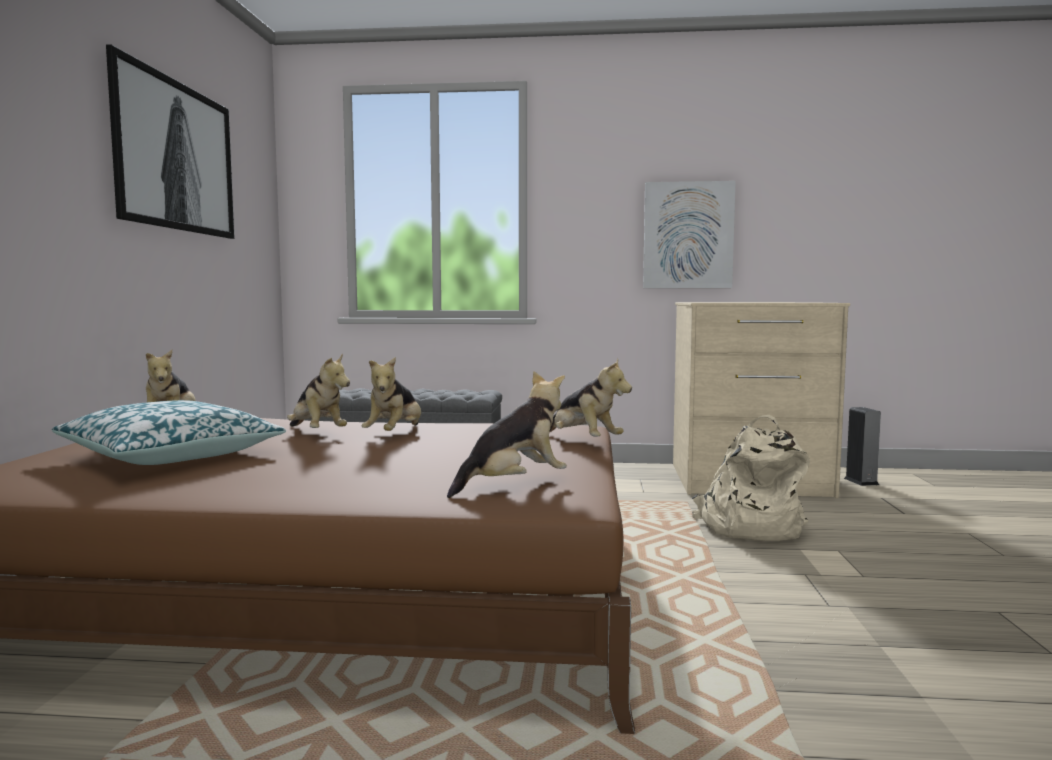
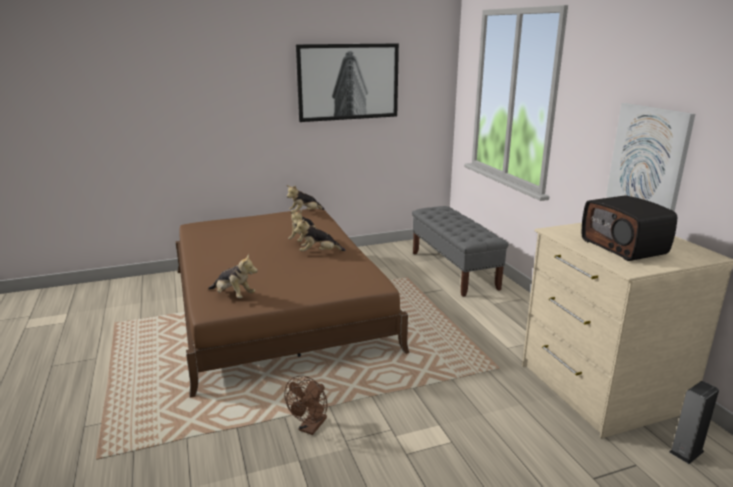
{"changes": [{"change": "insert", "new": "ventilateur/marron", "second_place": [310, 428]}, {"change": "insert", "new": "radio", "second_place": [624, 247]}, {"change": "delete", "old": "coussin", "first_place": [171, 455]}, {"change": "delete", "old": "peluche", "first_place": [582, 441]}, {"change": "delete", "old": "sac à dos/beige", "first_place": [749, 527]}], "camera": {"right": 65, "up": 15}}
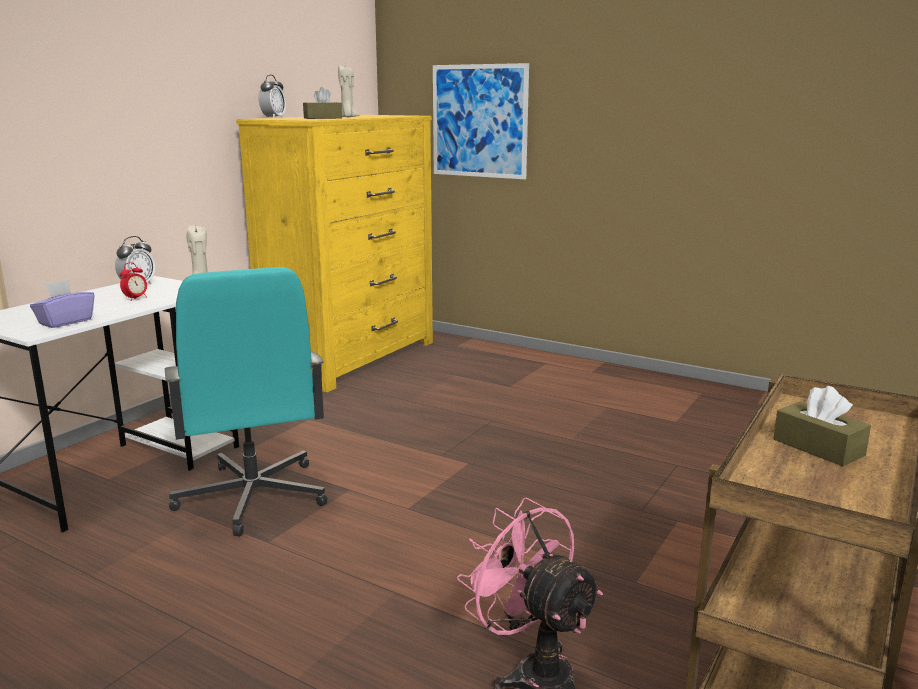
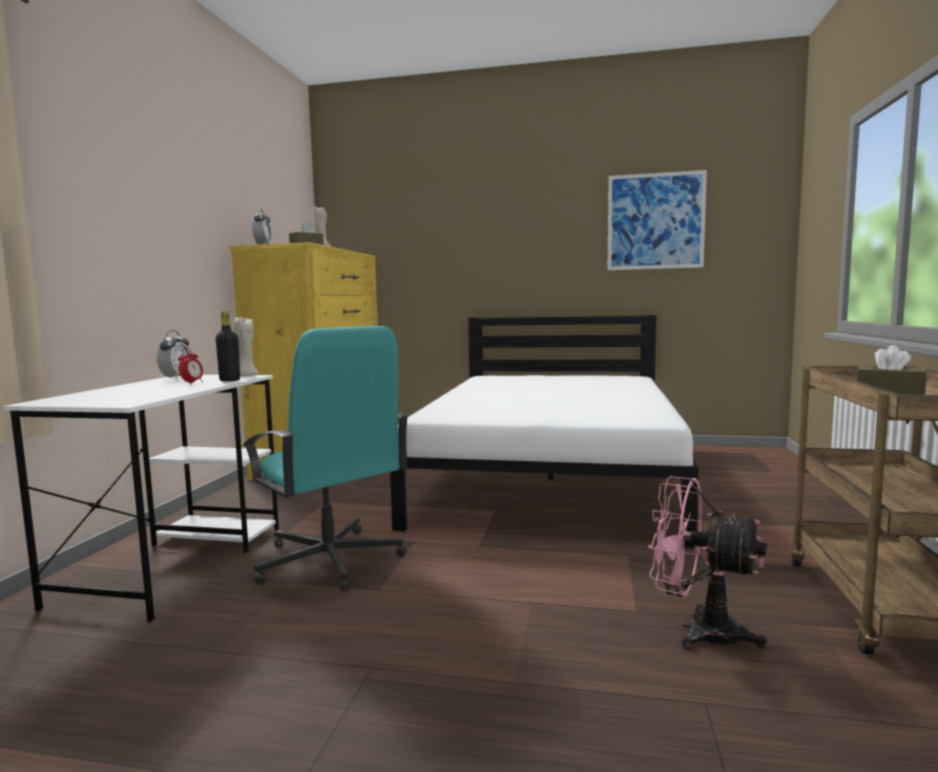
{"changes": [{"change": "insert", "new": "bouteille/noir", "second_place": [229, 380]}, {"change": "insert", "new": "lit/blanc", "second_place": [551, 478]}, {"change": "move", "old": "tableau", "first_place": [479, 121], "second_place": [655, 221]}, {"change": "delete", "old": "boîte à mouchoirs/violet", "first_place": [65, 322]}], "camera": {"right": -20, "up": -10}}
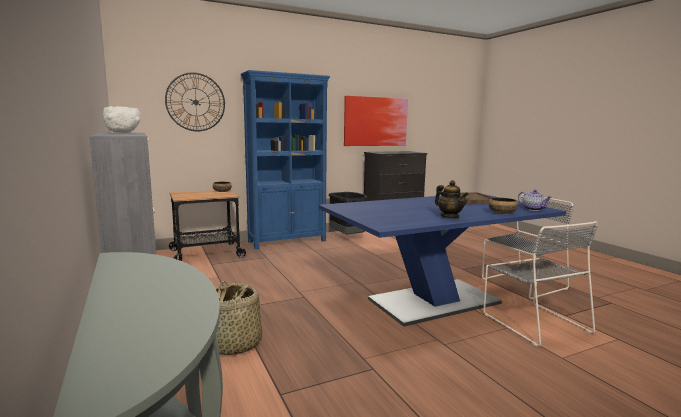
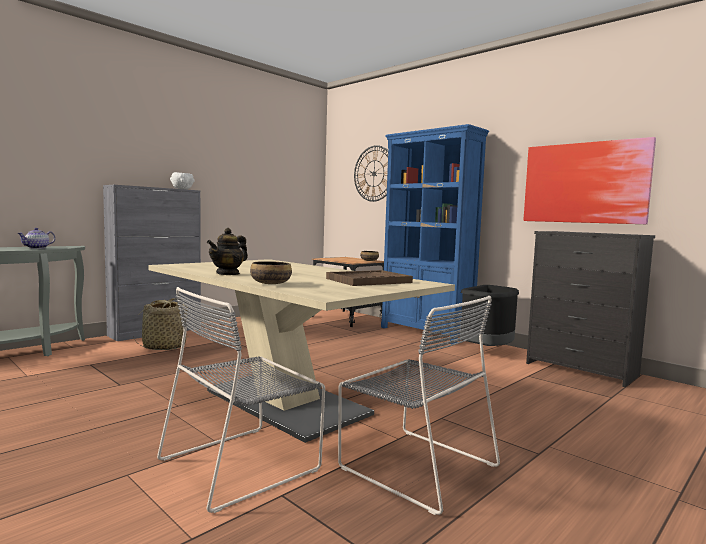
{"changes": [{"change": "move", "old": "théière", "first_place": [533, 209], "second_place": [37, 248]}, {"change": "recolor", "old": "table à manger/bleu", "new": "table à manger/beige", "first_place": [434, 301], "second_place": [286, 402]}], "camera": {"right": 70, "up": -5}}
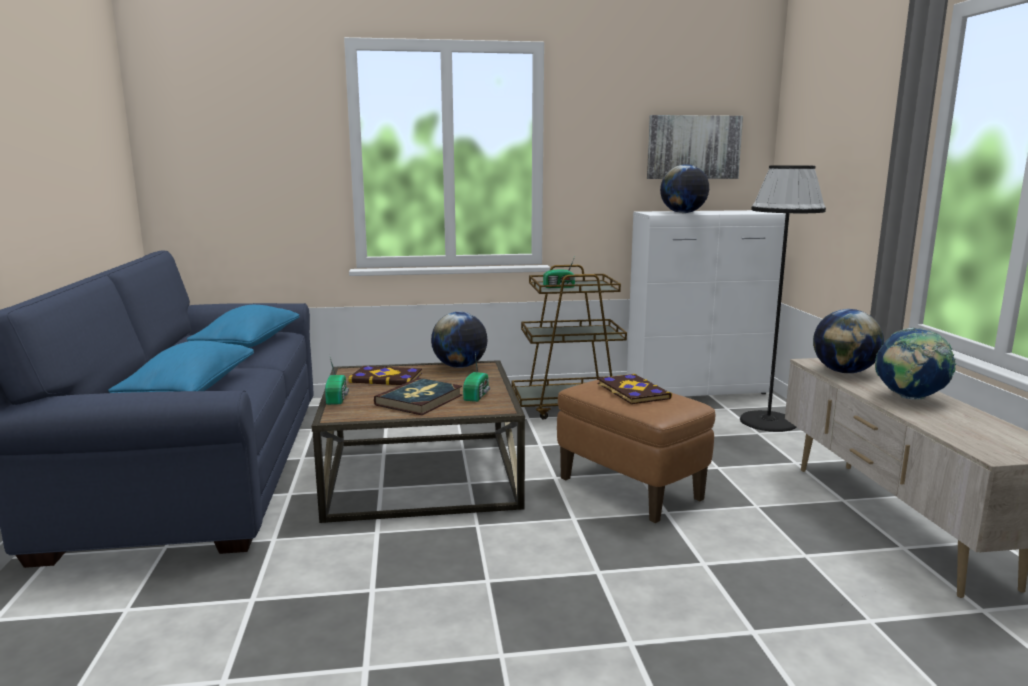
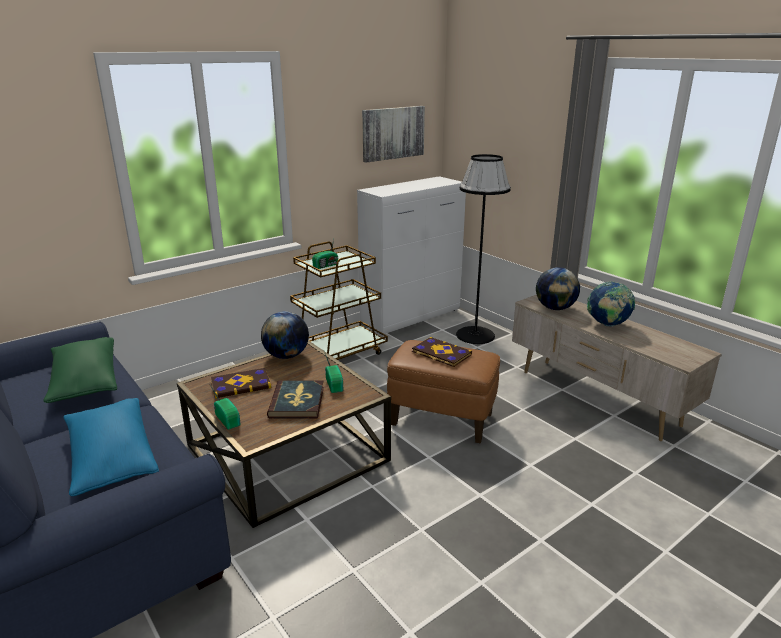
{"changes": [{"change": "recolor", "old": "coussin/bleu", "new": "coussin/vert", "first_place": [248, 344], "second_place": [85, 382]}, {"change": "delete", "old": "globe", "first_place": [683, 213]}], "camera": {"right": -30, "up": 10}}
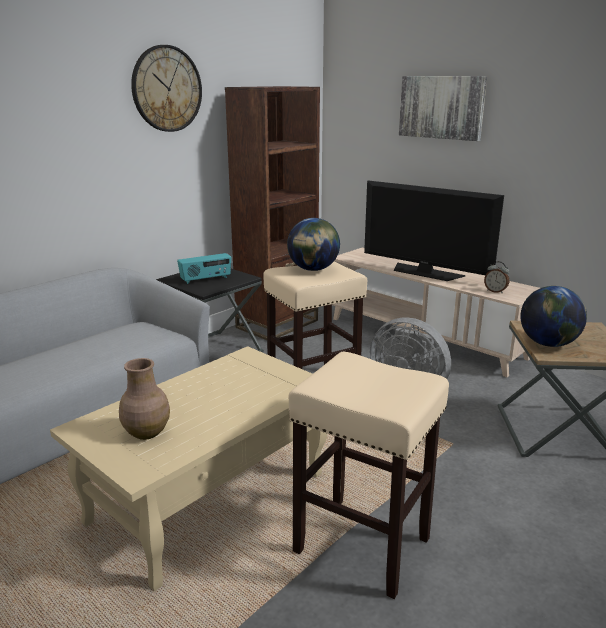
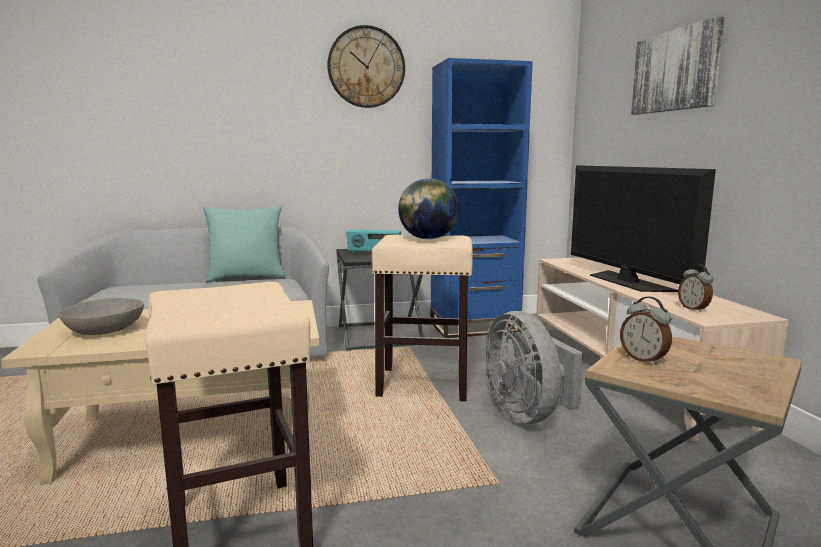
{"changes": [{"change": "replace", "old": "vase/marron", "new": "bol/gris", "first_place": [146, 433], "second_place": [105, 330]}, {"change": "insert", "new": "coussin/turquoise", "second_place": [246, 278]}, {"change": "recolor", "old": "bibliothèque/marron", "new": "bibliothèque/bleu", "first_place": [277, 324], "second_place": [474, 327]}, {"change": "replace", "old": "globe", "new": "réveil", "first_place": [548, 343], "second_place": [644, 359]}], "camera": {"right": 35, "up": -10}}
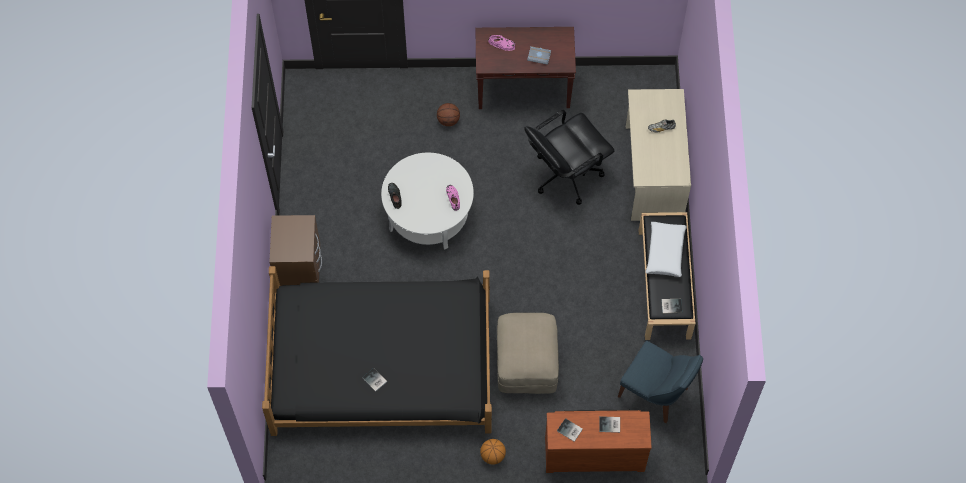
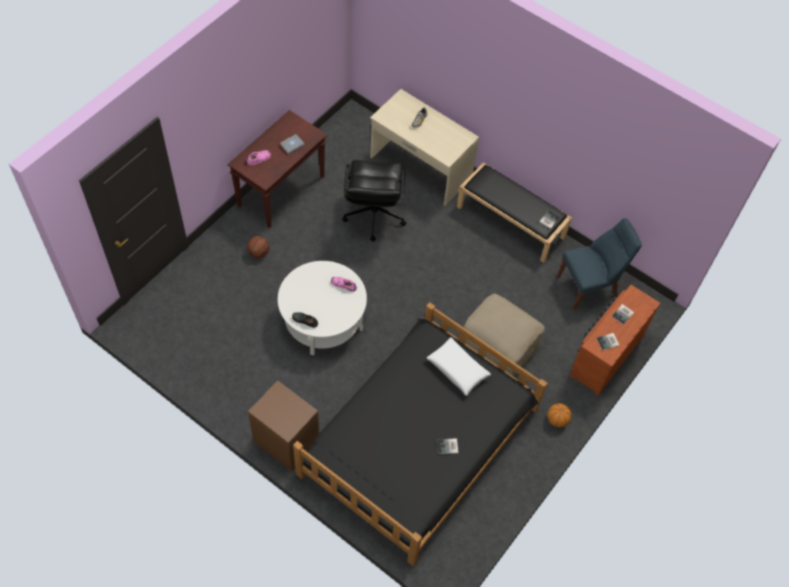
{"changes": [{"change": "move", "old": "coussin/blanc", "first_place": [665, 252], "second_place": [458, 369]}], "camera": {"right": -55, "up": -5}}
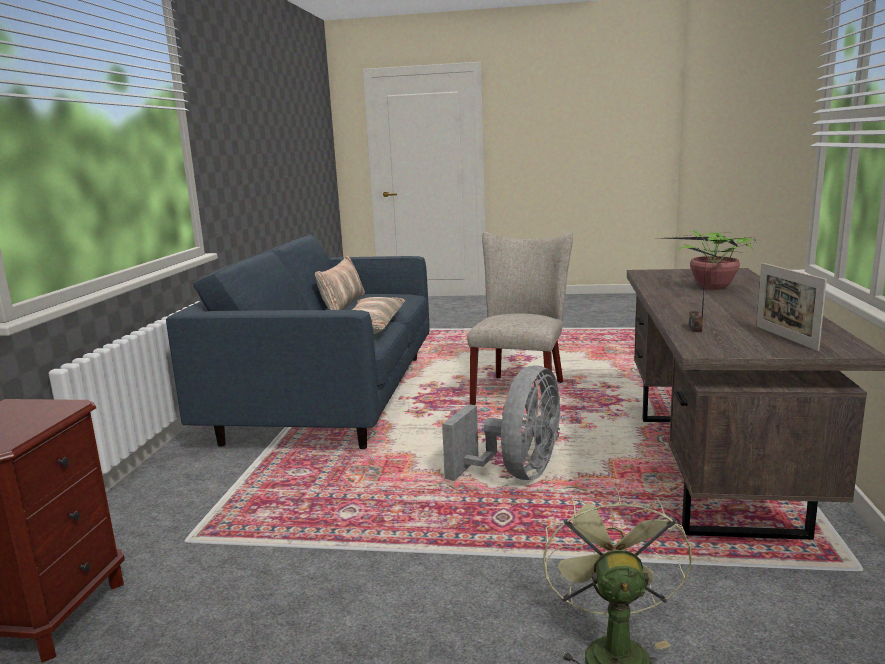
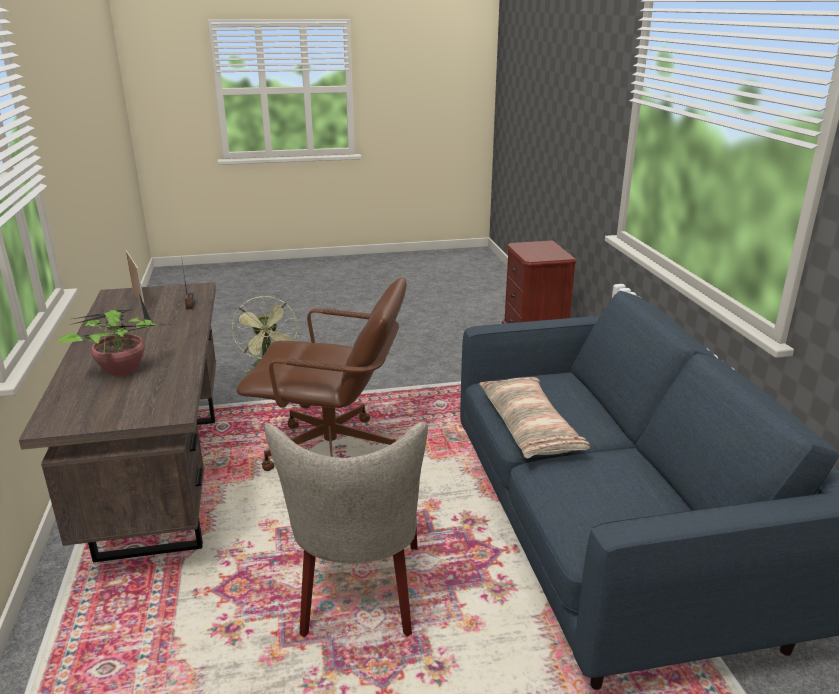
{"changes": [{"change": "replace", "old": "ventilateur/gris", "new": "chaise de bureau/marron", "first_place": [516, 473], "second_place": [333, 453]}, {"change": "delete", "old": "coussin", "first_place": [342, 304]}], "camera": {"right": 160, "up": 10}}
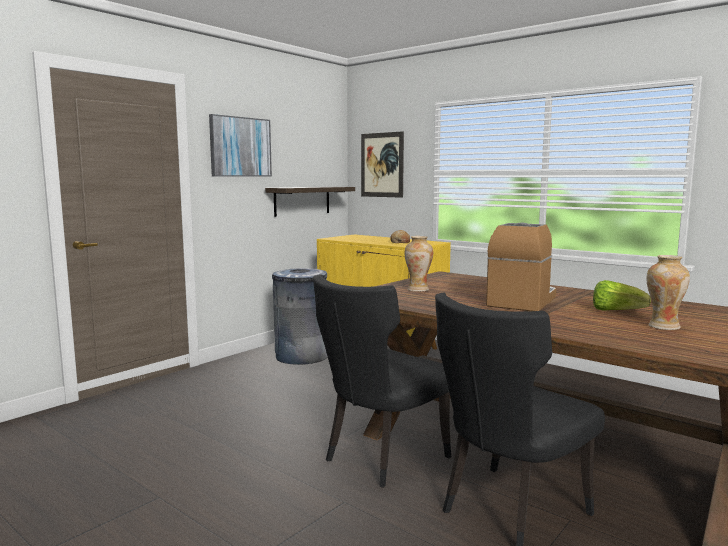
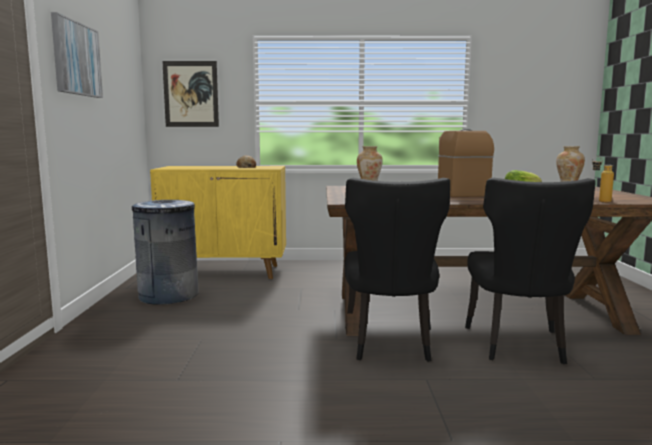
{"changes": [{"change": "insert", "new": "bouteille", "second_place": [599, 201]}, {"change": "delete", "old": "étagère", "first_place": [302, 200]}], "camera": {"right": -40, "up": 0}}
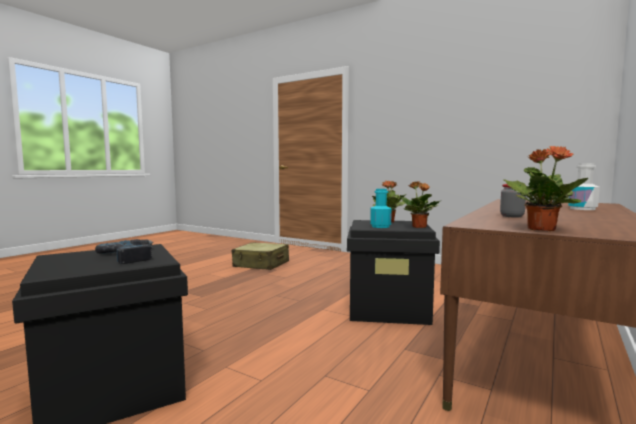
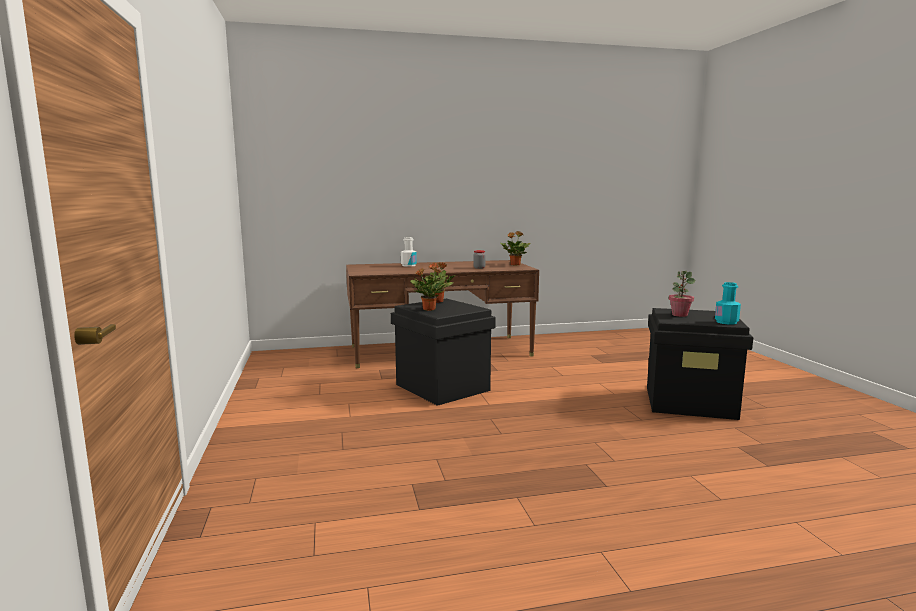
{"changes": [{"change": "replace", "old": "perceuse", "new": "plante en pot", "first_place": [133, 256], "second_place": [679, 315]}, {"change": "move", "old": "bouteille/turquoise", "first_place": [380, 226], "second_place": [726, 322]}, {"change": "delete", "old": "valise/beige", "first_place": [261, 264]}], "camera": {"right": -135, "up": 5}}
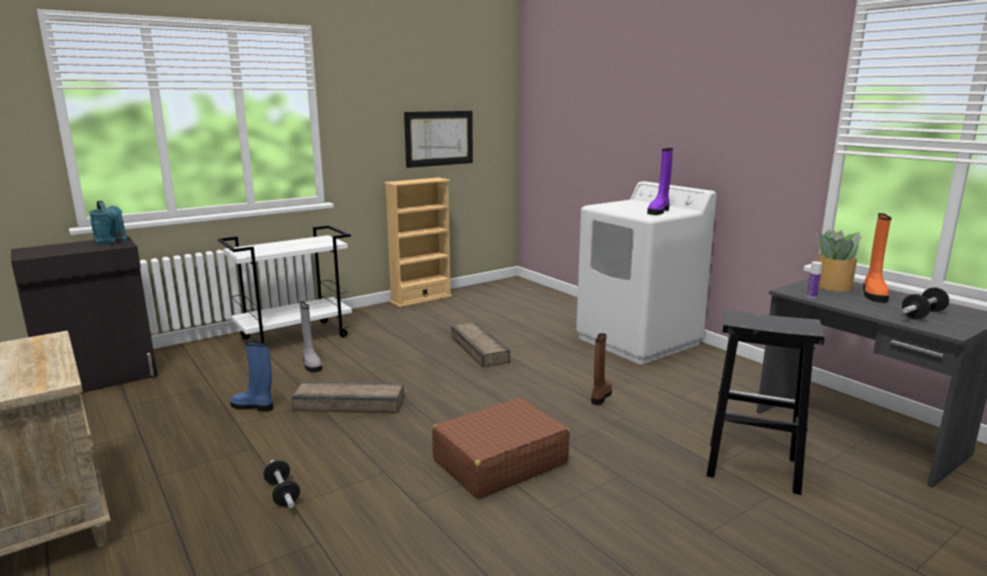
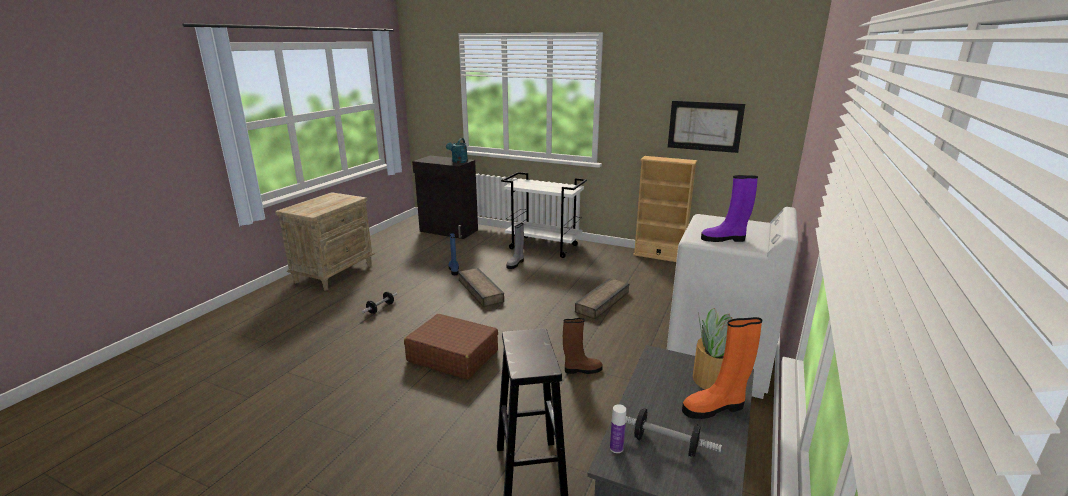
{"changes": [{"change": "move", "old": "bouteille", "first_place": [811, 296], "second_place": [616, 448]}], "camera": {"right": 60, "up": 5}}
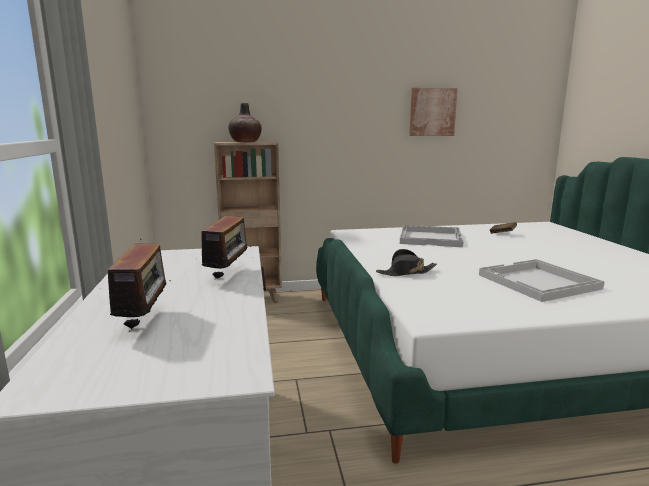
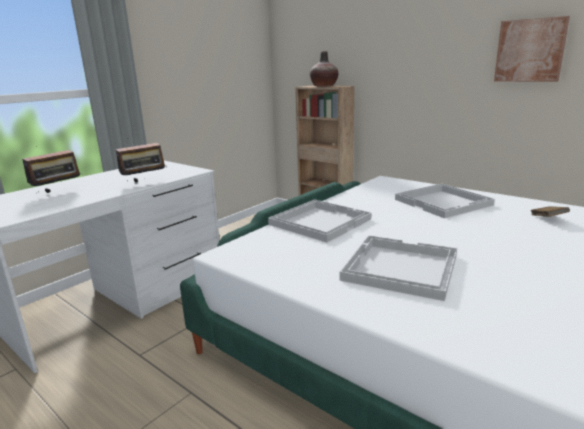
{"changes": [{"change": "replace", "old": "chapeau/noir", "new": "plateau/blanc", "first_place": [406, 272], "second_place": [320, 221]}], "camera": {"right": 50, "up": 5}}
